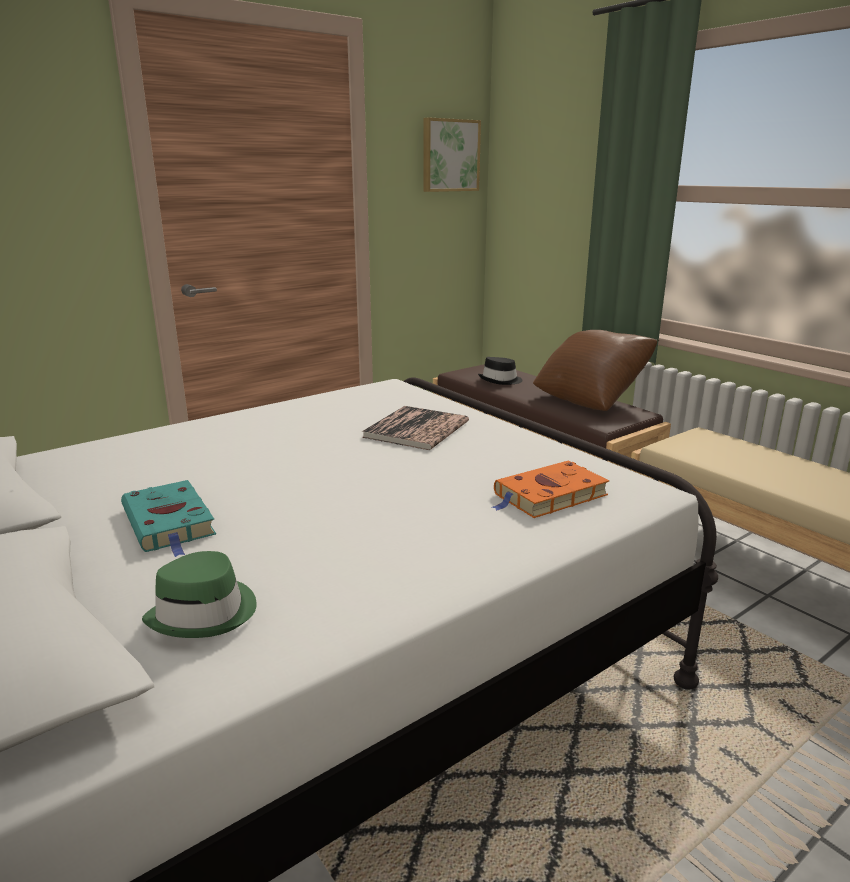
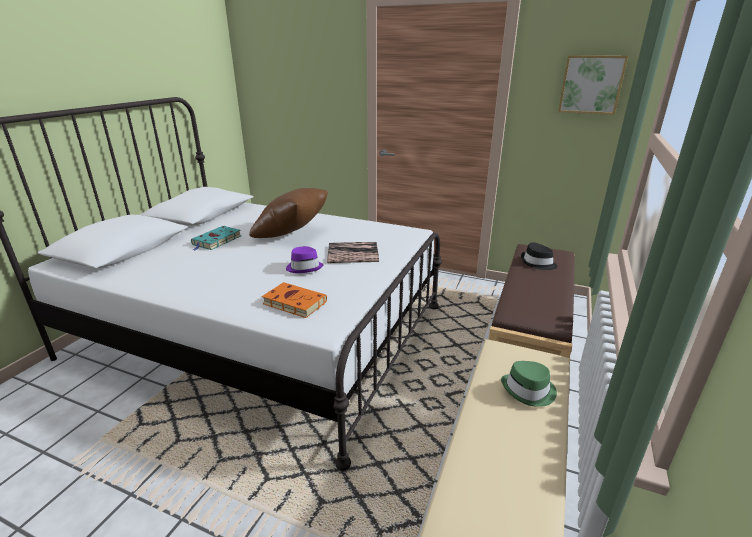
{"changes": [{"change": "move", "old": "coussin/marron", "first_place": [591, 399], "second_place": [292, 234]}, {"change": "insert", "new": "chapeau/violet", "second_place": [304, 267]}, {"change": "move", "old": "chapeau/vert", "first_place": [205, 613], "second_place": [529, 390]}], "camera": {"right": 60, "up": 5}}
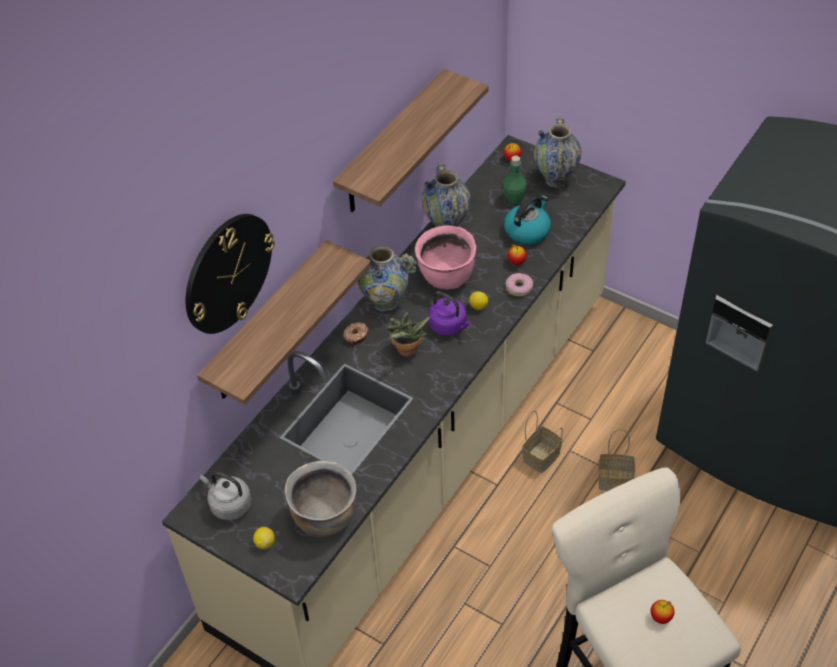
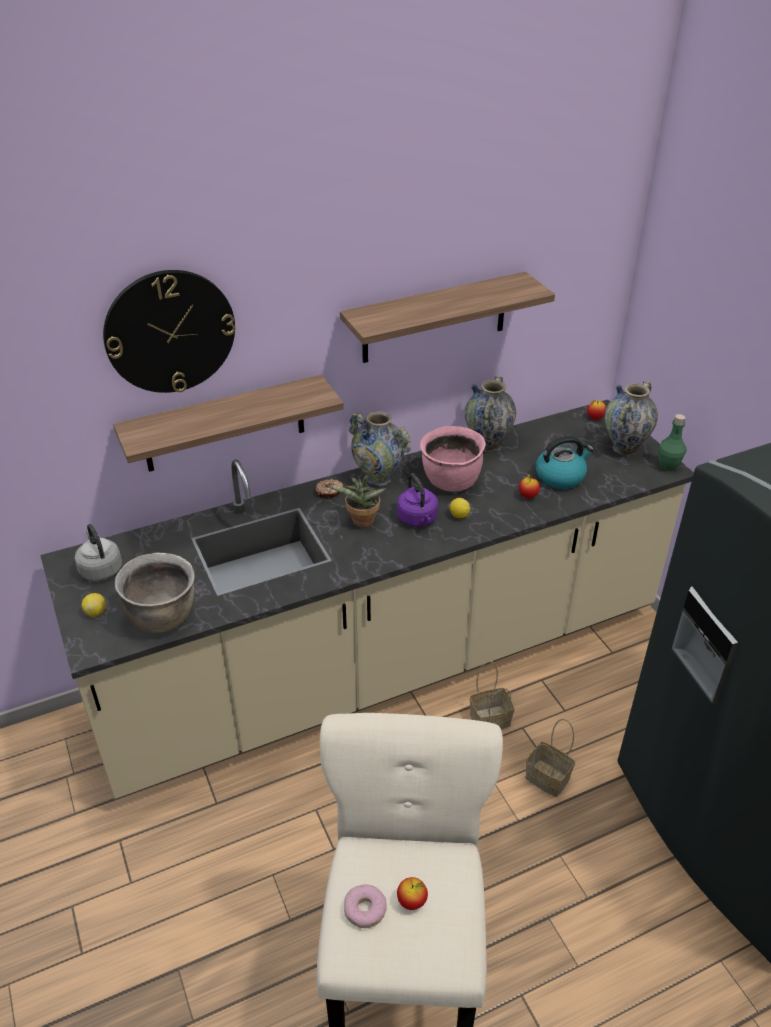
{"changes": [{"change": "move", "old": "beignet", "first_place": [519, 287], "second_place": [365, 909]}, {"change": "move", "old": "bouteille/vert", "first_place": [514, 199], "second_place": [668, 466]}], "camera": {"right": 30, "up": -10}}
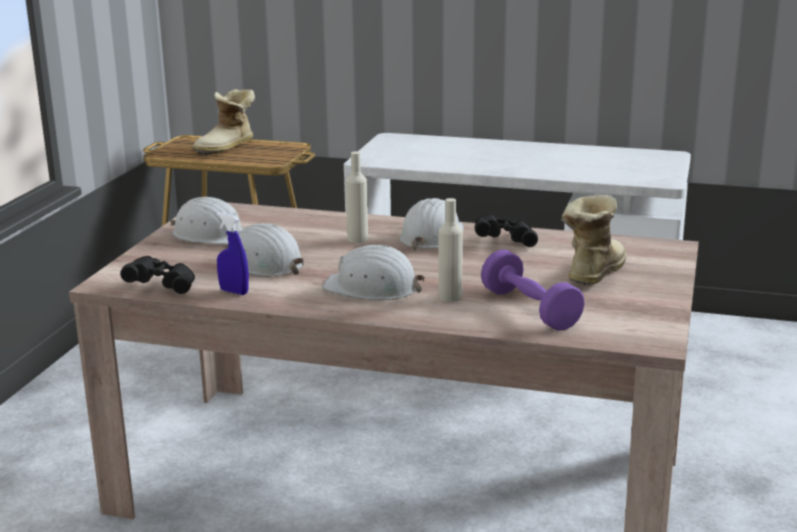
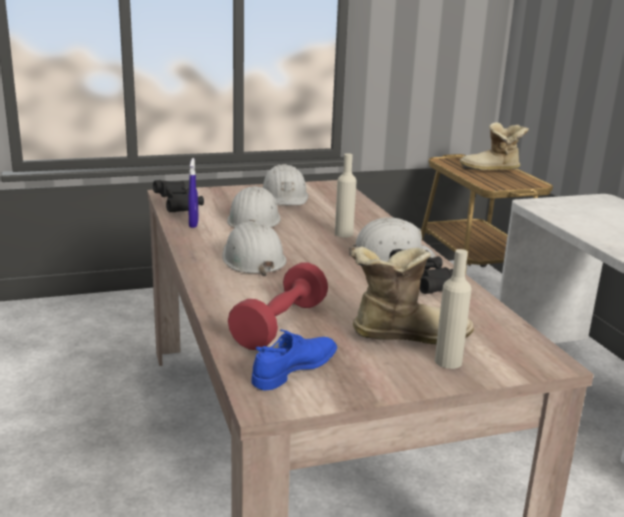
{"changes": [{"change": "recolor", "old": "haltère/violet", "new": "haltère/rouge", "first_place": [530, 309], "second_place": [280, 325]}, {"change": "insert", "new": "chaussure/bleu", "second_place": [294, 370]}, {"change": "move", "old": "bouteille/beige", "first_place": [450, 297], "second_place": [448, 361]}], "camera": {"right": 55, "up": 0}}
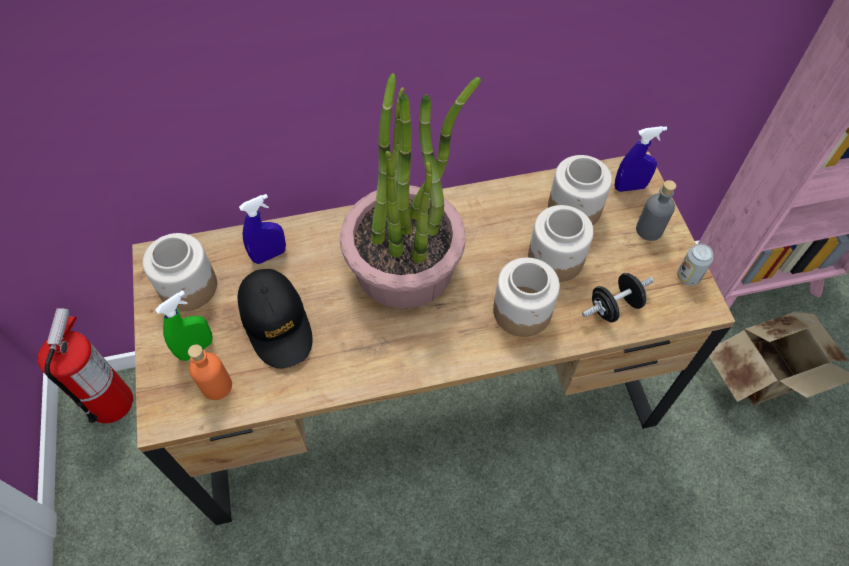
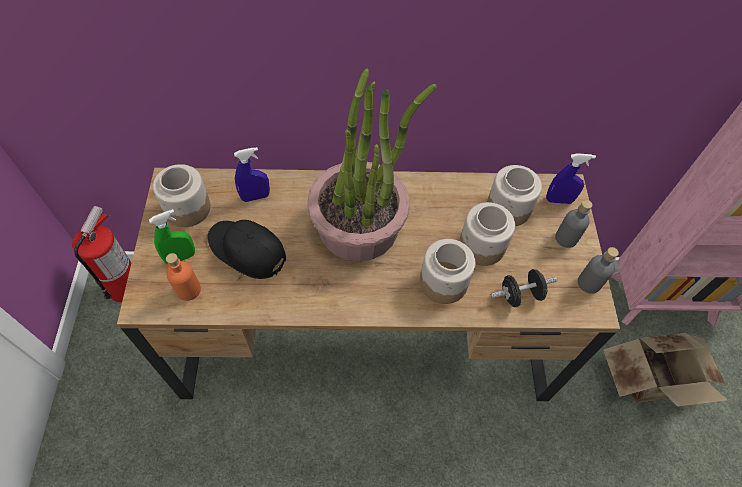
{"changes": [{"change": "rotate", "old": "casquette/noir", "first_place": [276, 323], "second_place": [247, 250], "degrees": 135}, {"change": "replace", "old": "boîte métallique", "new": "bouteille/gris", "first_place": [688, 276], "second_place": [589, 283]}], "camera": {"right": 10, "up": 0}}
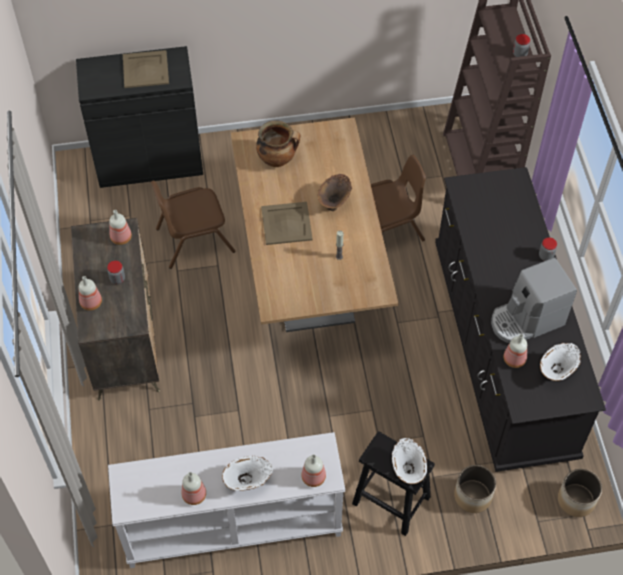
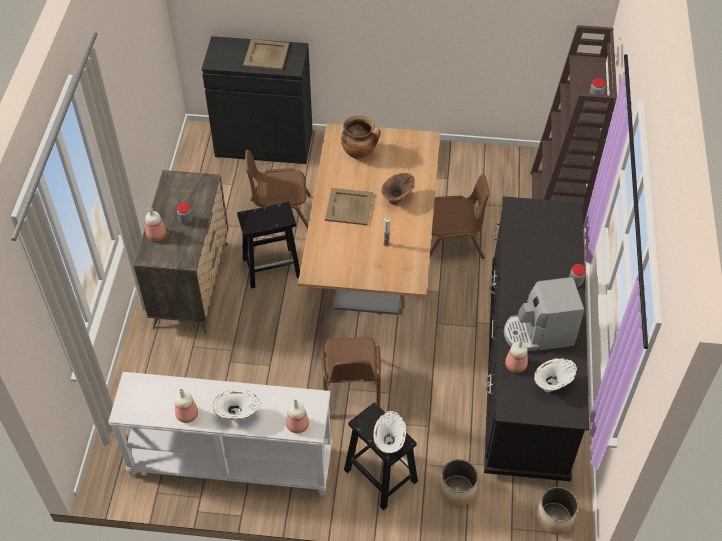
{"changes": [{"change": "insert", "new": "tabouret/noir", "second_place": [272, 267]}, {"change": "insert", "new": "chaise/marron", "second_place": [350, 387]}, {"change": "delete", "old": "bouteille", "first_place": [122, 238]}], "camera": {"right": 15, "up": -5}}
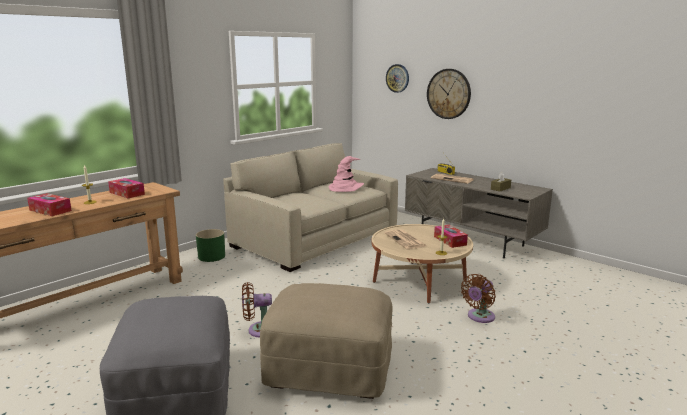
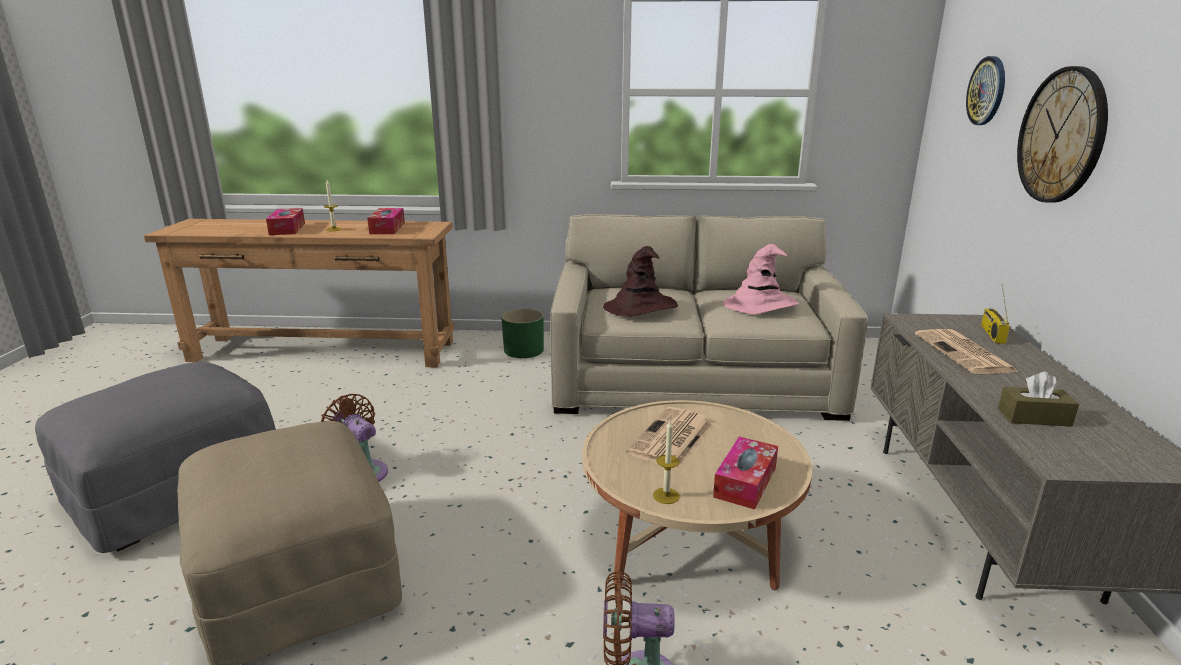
{"changes": [{"change": "insert", "new": "chapeau/marron", "second_place": [640, 307]}], "camera": {"right": 50, "up": 5}}
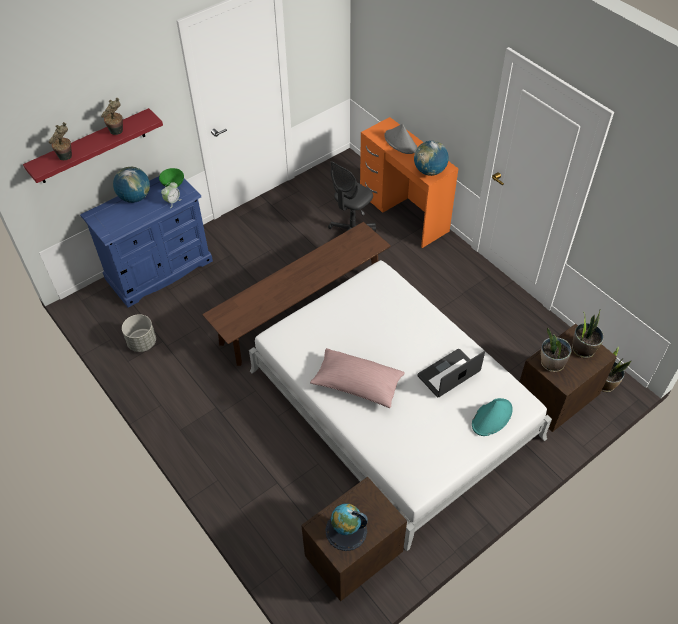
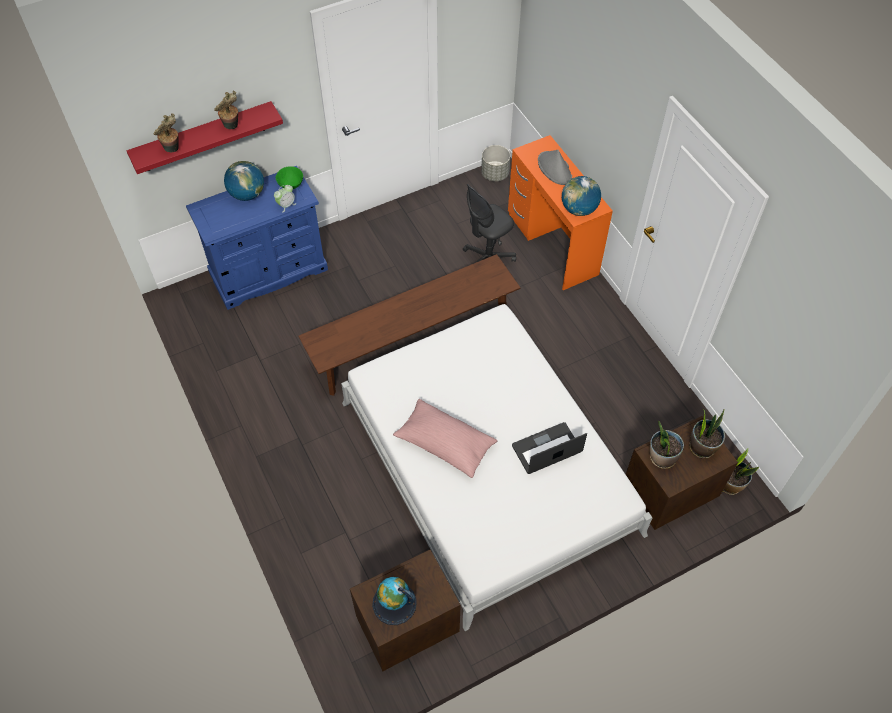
{"changes": [{"change": "move", "old": "cache-pot/gris", "first_place": [142, 342], "second_place": [494, 174]}, {"change": "delete", "old": "chapeau/turquoise", "first_place": [492, 417]}], "camera": {"right": 10, "up": 5}}
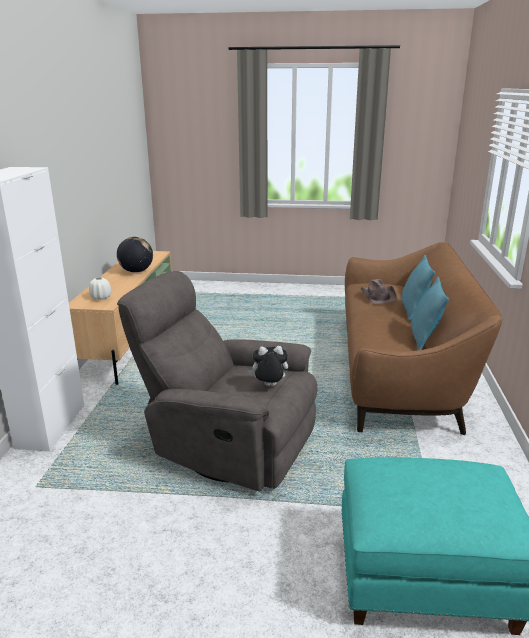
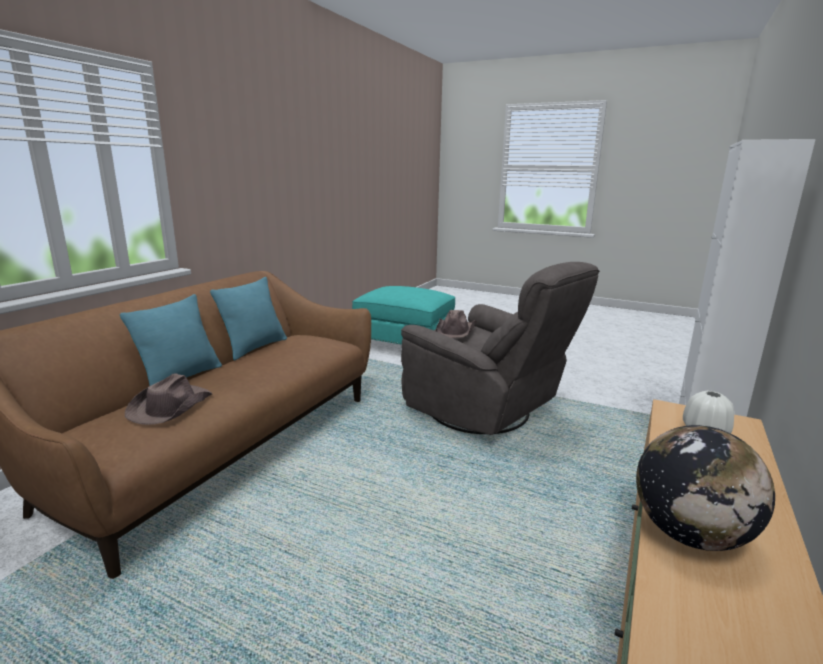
{"changes": [{"change": "replace", "old": "peluche", "new": "chapeau/marron", "first_place": [269, 386], "second_place": [455, 331]}], "camera": {"right": -160, "up": -5}}
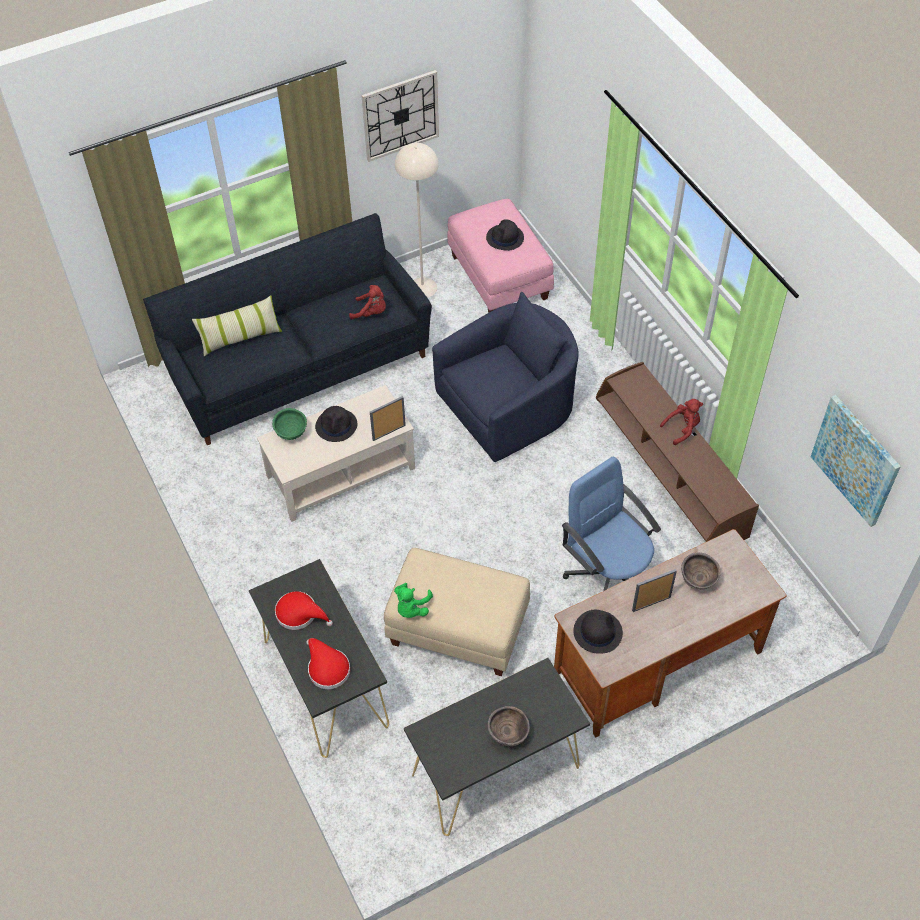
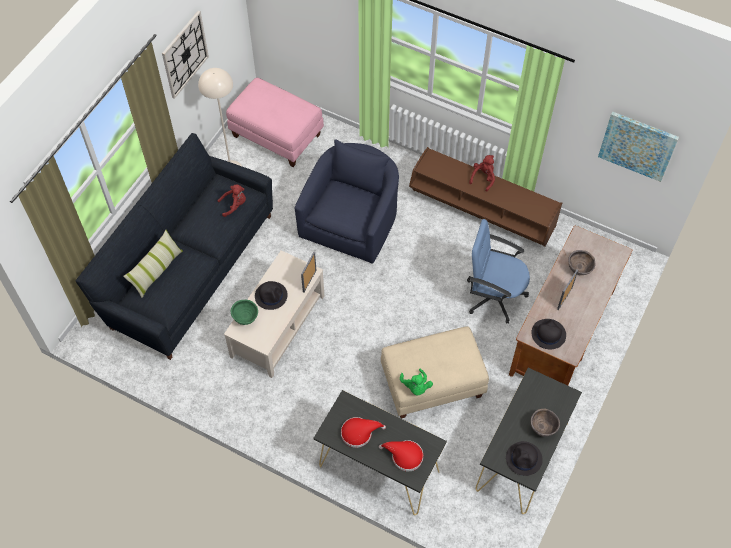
{"changes": [{"change": "move", "old": "chapeau/noir", "first_place": [505, 238], "second_place": [524, 459]}], "camera": {"right": -35, "up": 5}}
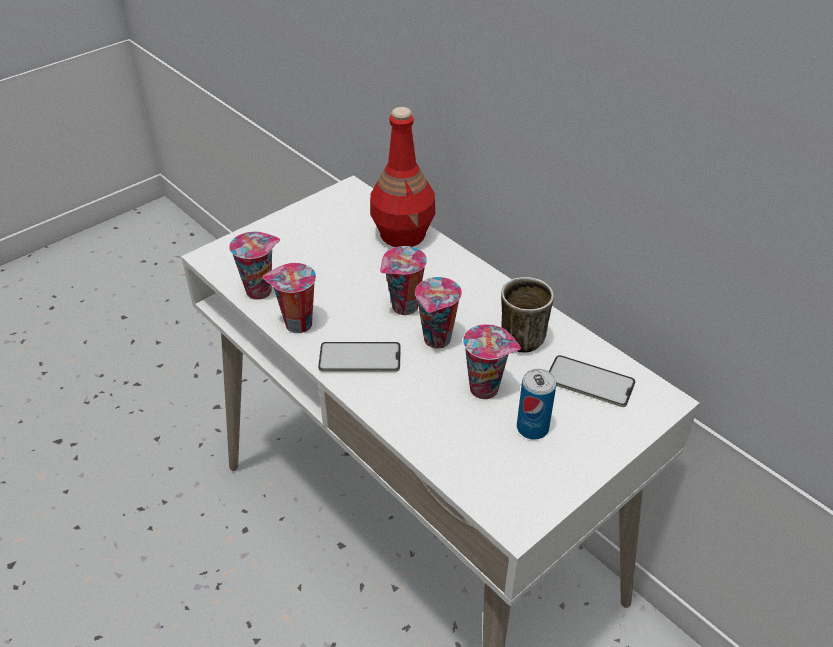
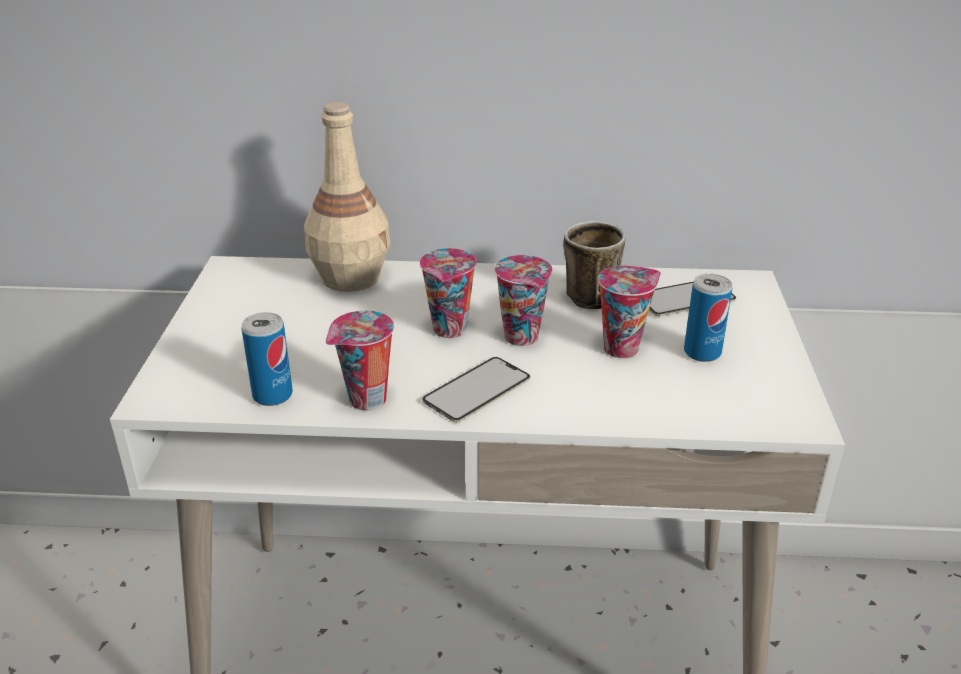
{"changes": [{"change": "replace", "old": "tasse", "new": "boîte métallique", "first_place": [260, 290], "second_place": [272, 395]}, {"change": "recolor", "old": "bouteille/rouge", "new": "bouteille/beige", "first_place": [403, 234], "second_place": [351, 277]}], "camera": {"right": -45, "up": -10}}
